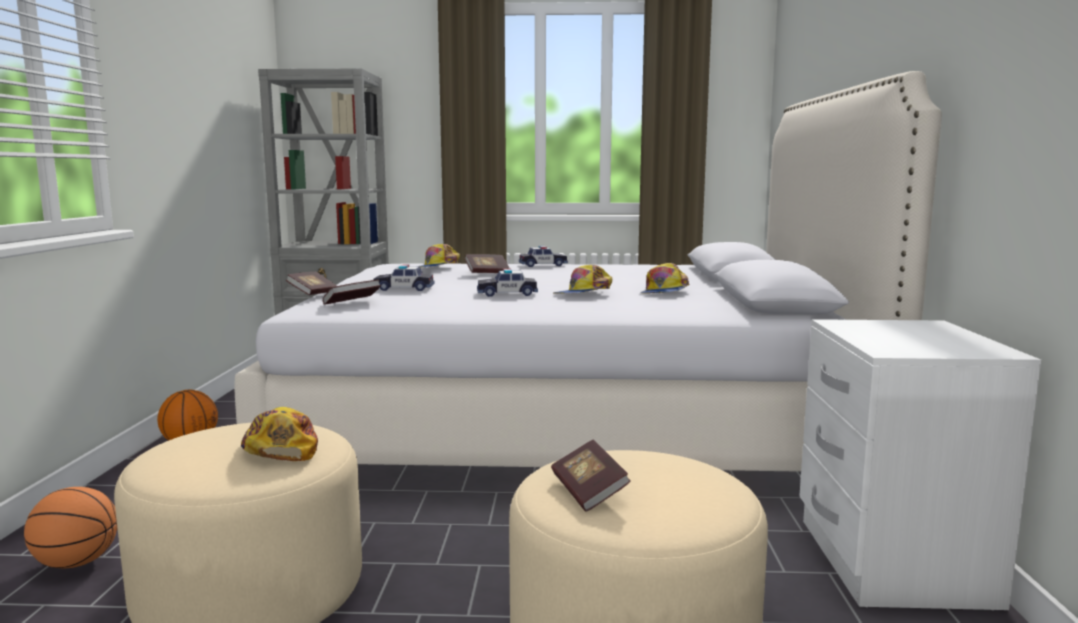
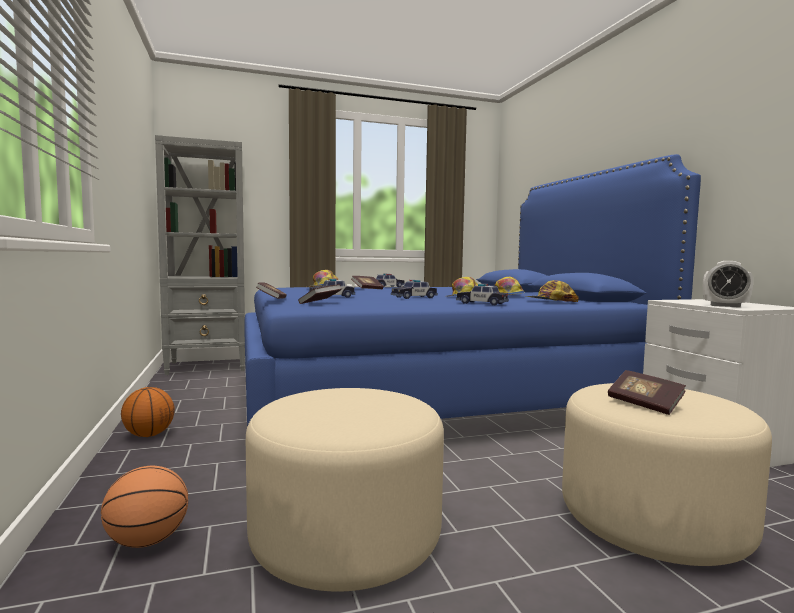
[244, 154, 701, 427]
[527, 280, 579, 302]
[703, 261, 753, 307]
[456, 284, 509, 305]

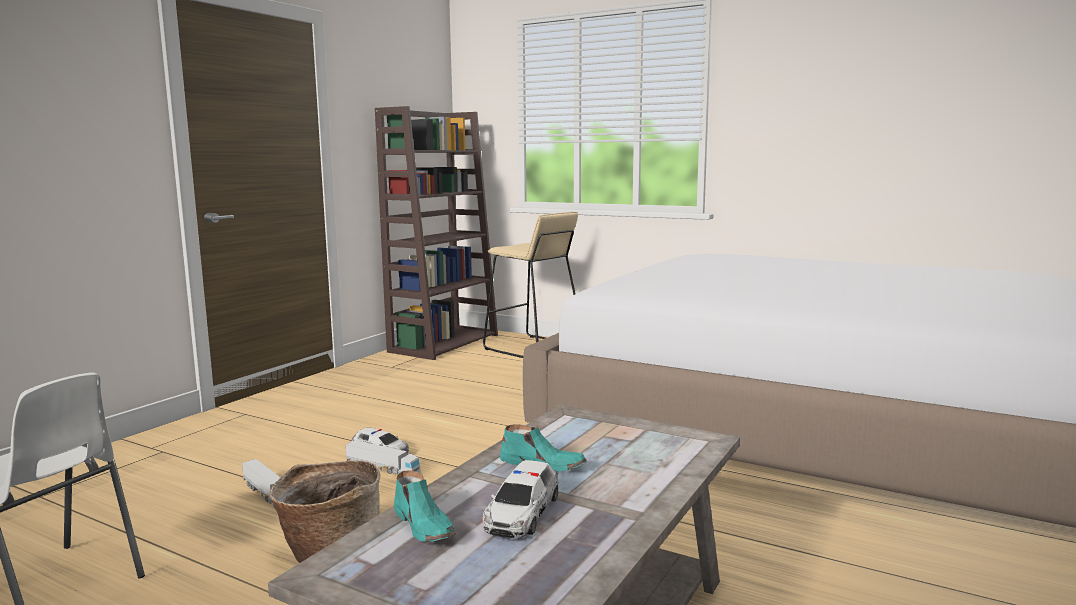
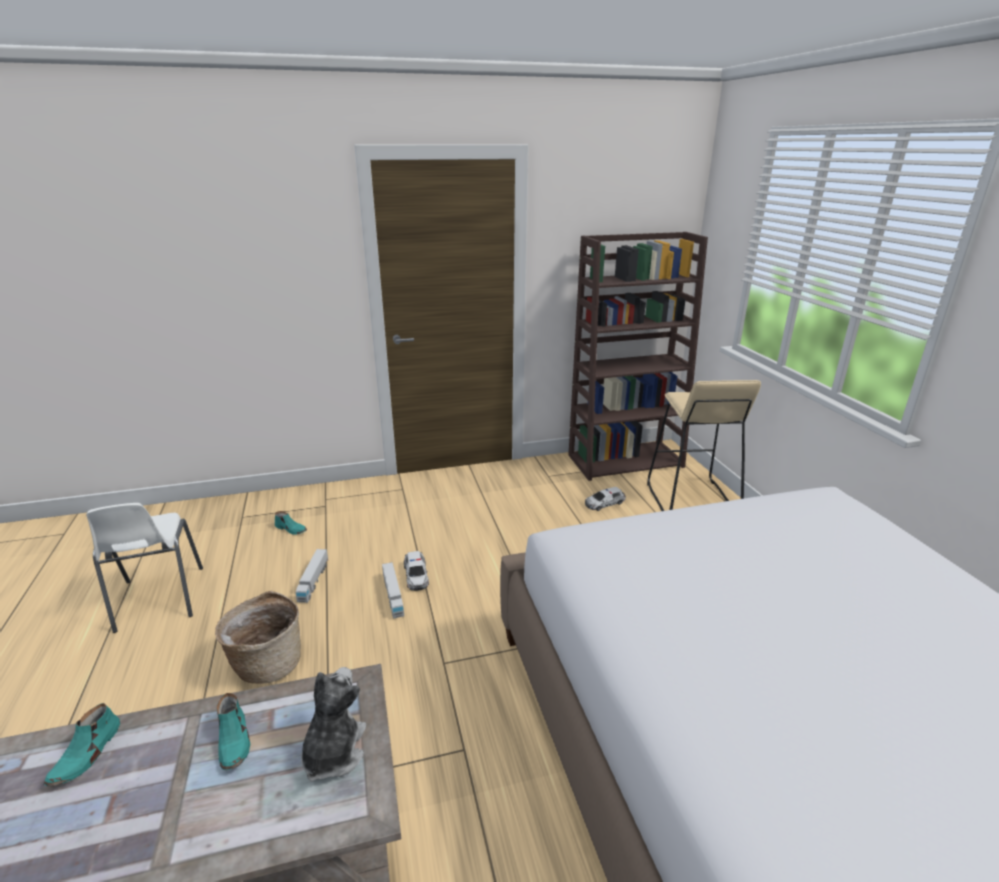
[585, 487, 626, 511]
[275, 511, 307, 535]
[301, 667, 366, 782]

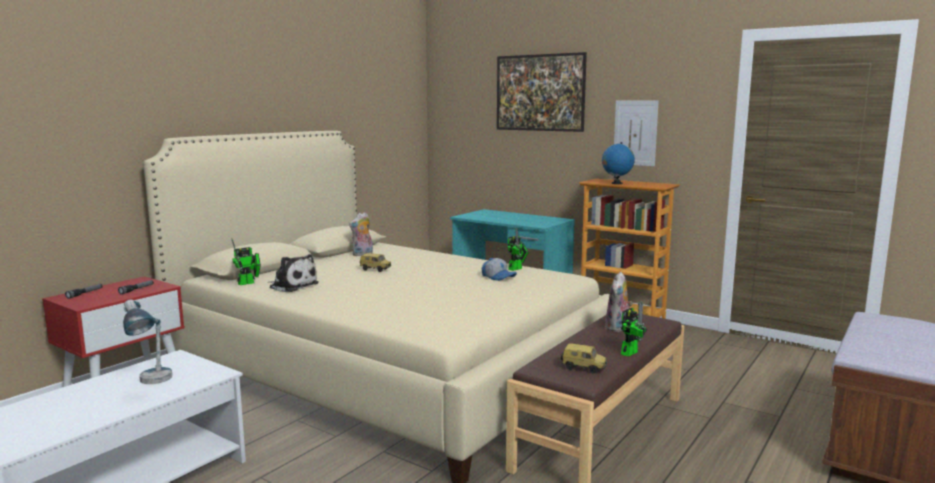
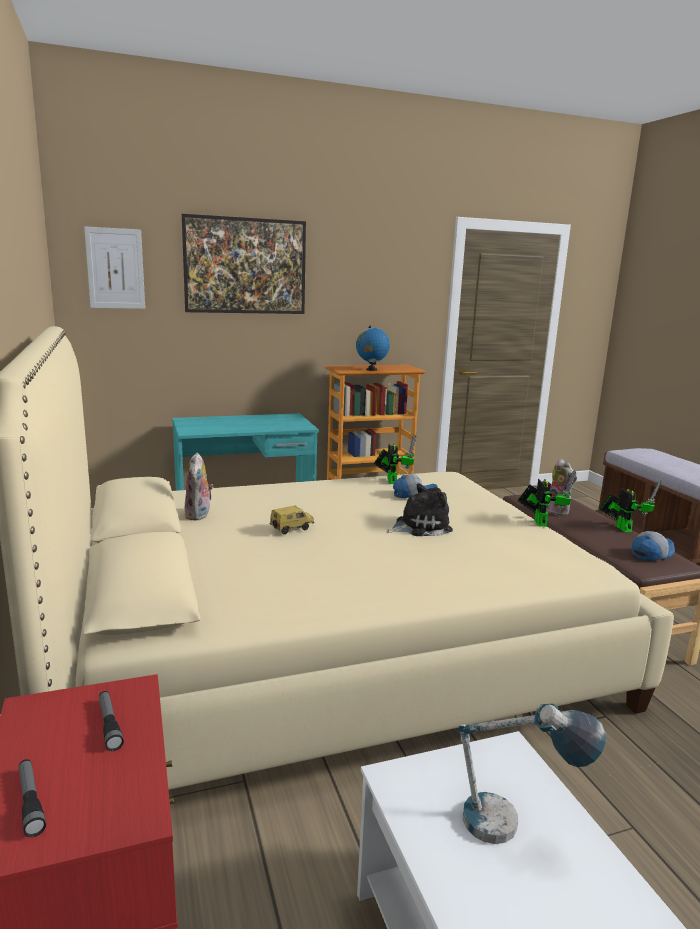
[84, 226, 145, 309]
[518, 470, 576, 527]
[386, 483, 453, 536]
[632, 531, 675, 561]

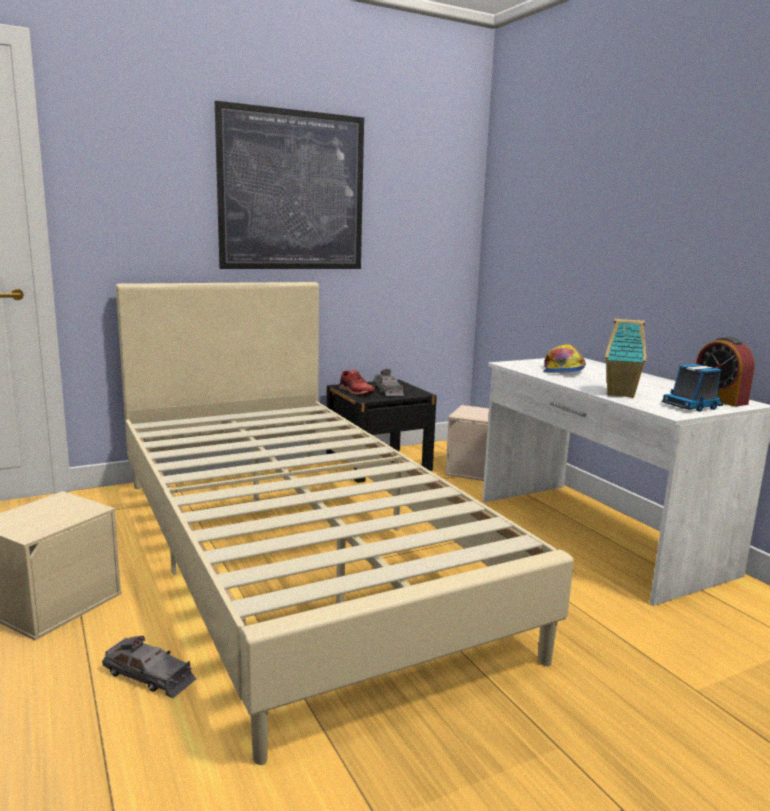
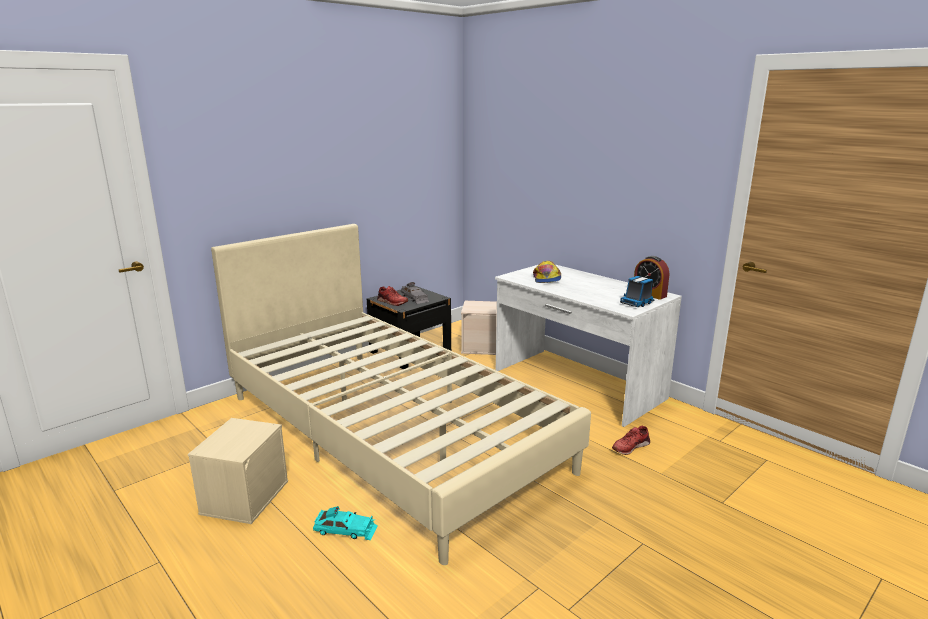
[215, 101, 364, 269] (first image)
[605, 319, 647, 398] (first image)
[313, 506, 377, 540]
[612, 426, 650, 455]

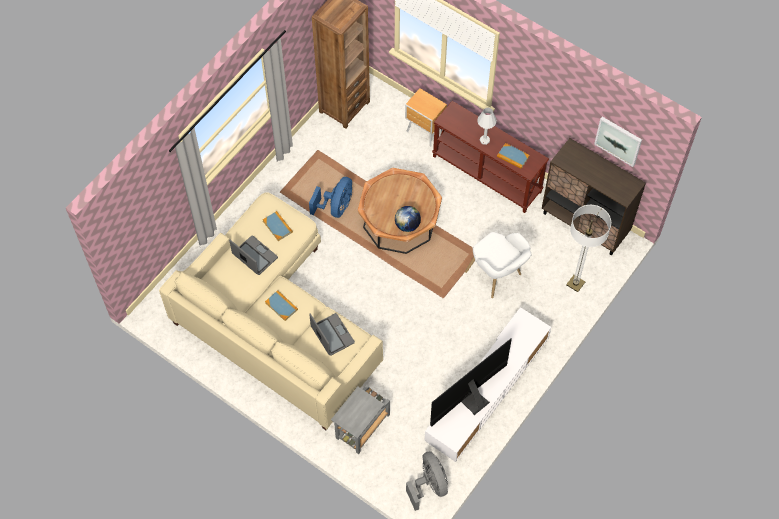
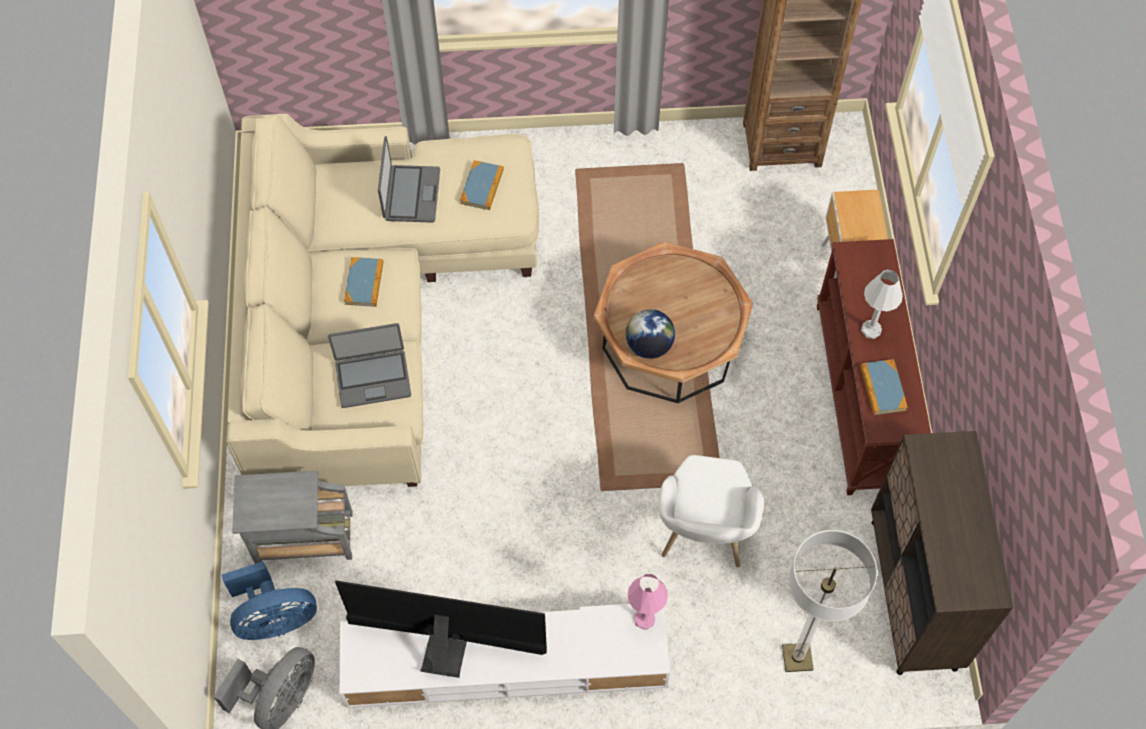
[594, 117, 642, 167] (first image)
[222, 561, 317, 640]
[328, 323, 411, 408]
[628, 574, 668, 630]

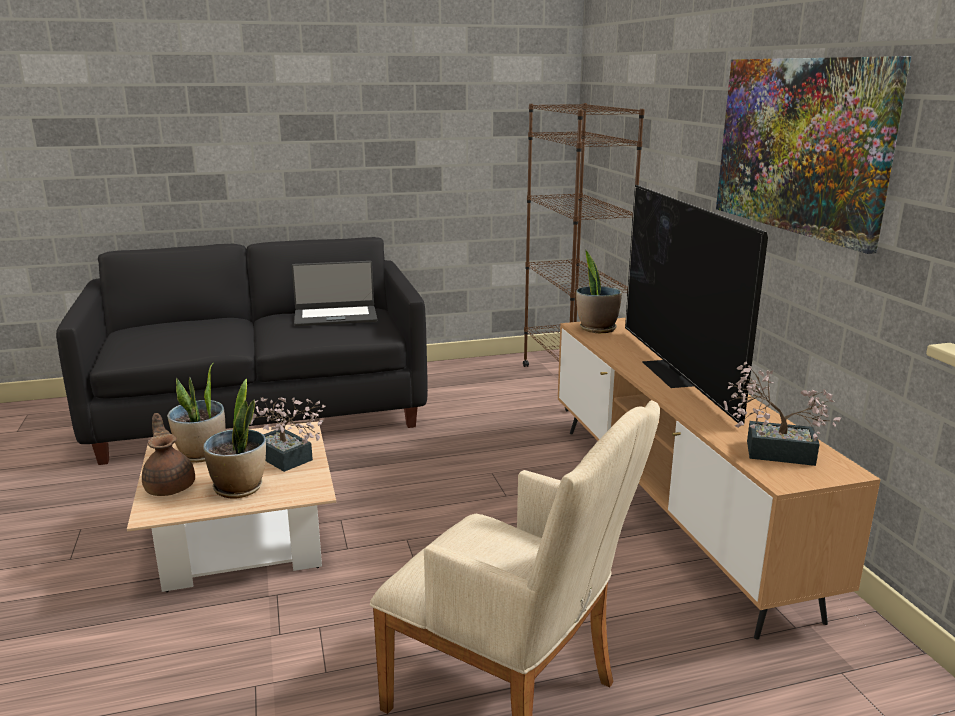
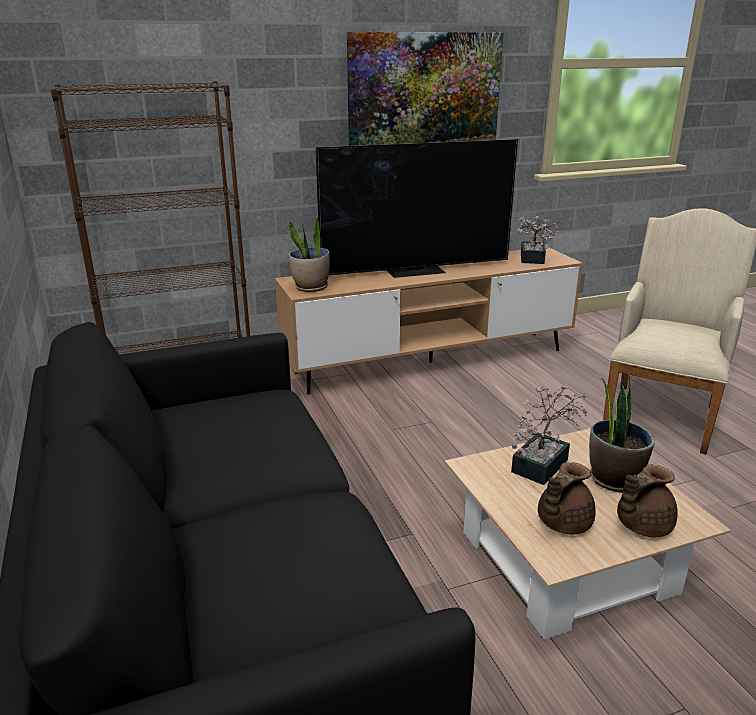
[292, 261, 377, 326] (first image)
[538, 462, 596, 535]

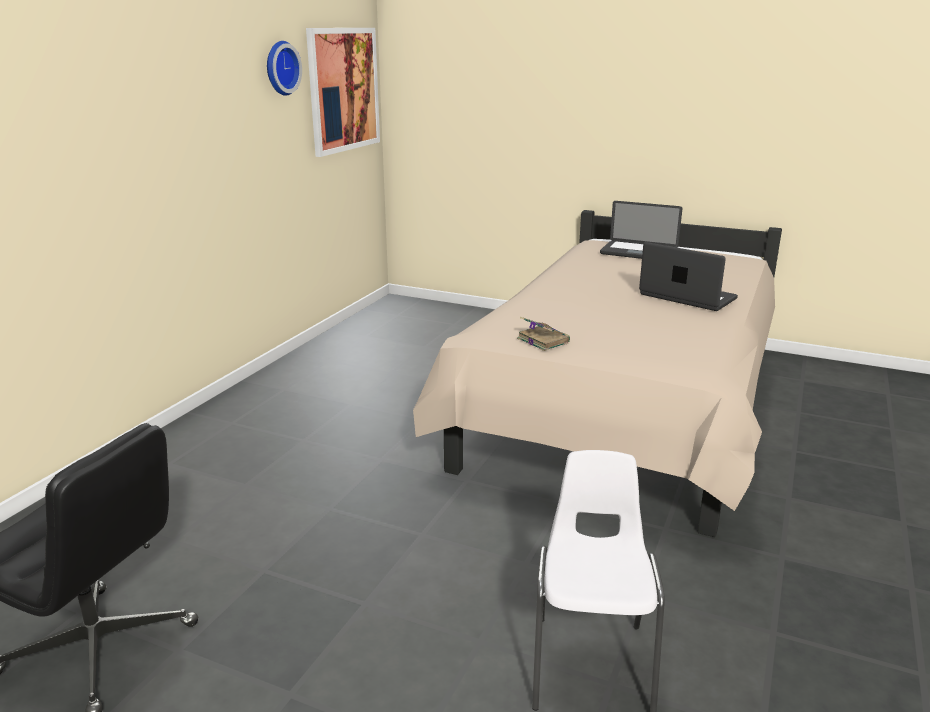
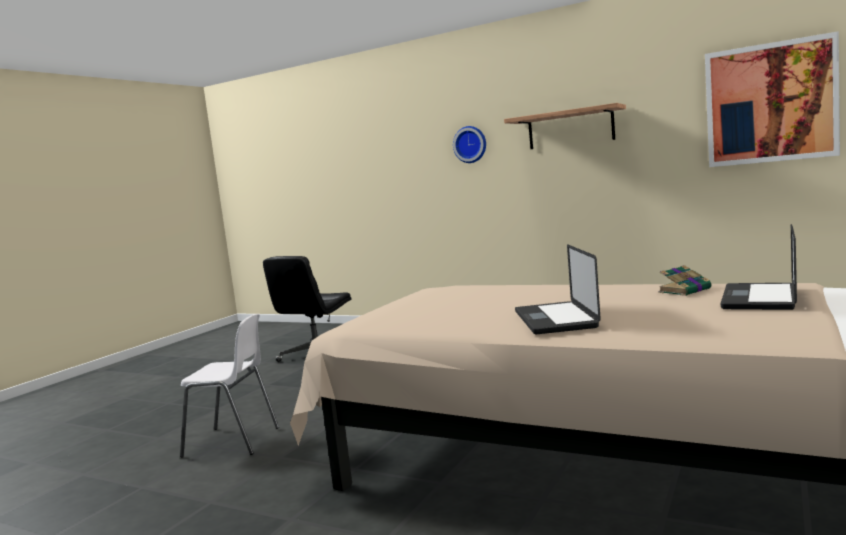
[453, 126, 486, 163]
[515, 244, 601, 334]
[658, 265, 711, 296]
[504, 103, 626, 149]

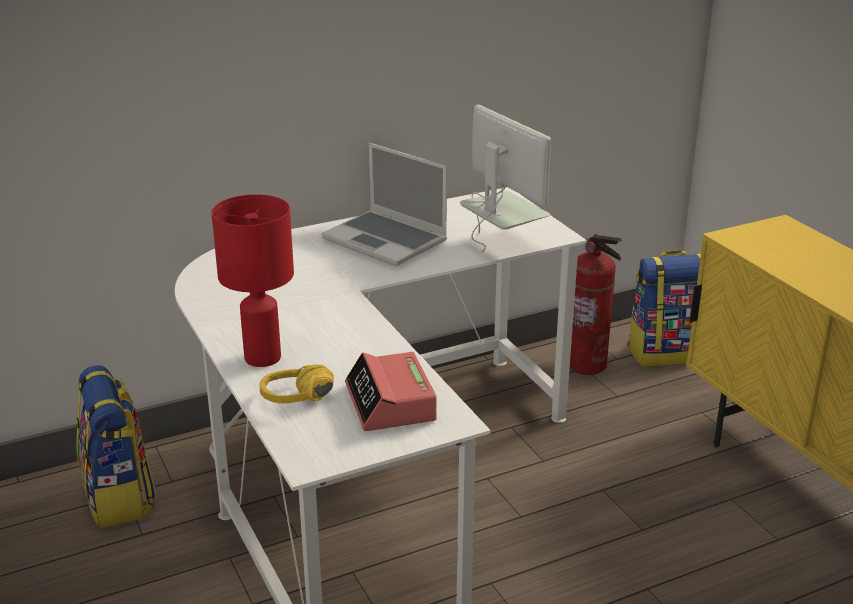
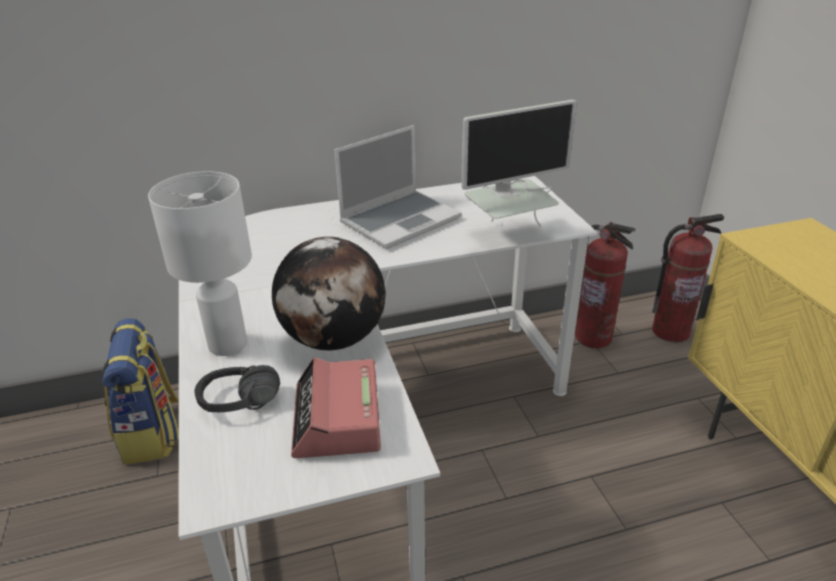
[462, 100, 577, 227]
[334, 125, 461, 249]
[148, 171, 252, 356]
[652, 214, 724, 342]
[194, 365, 280, 412]
[272, 237, 386, 350]

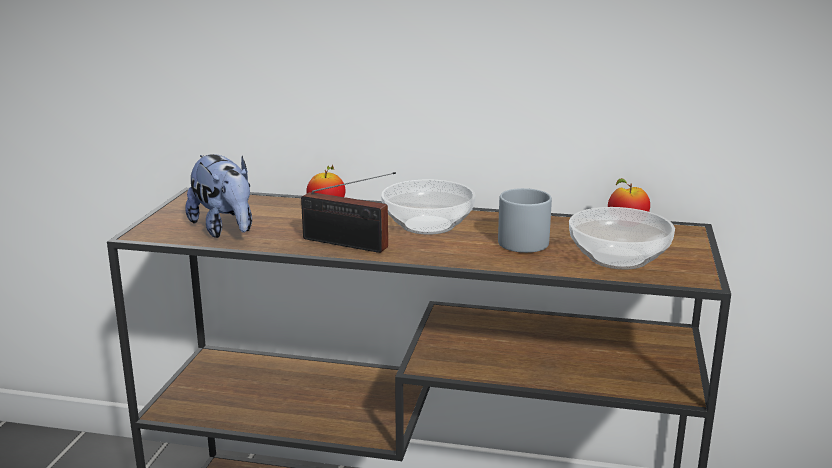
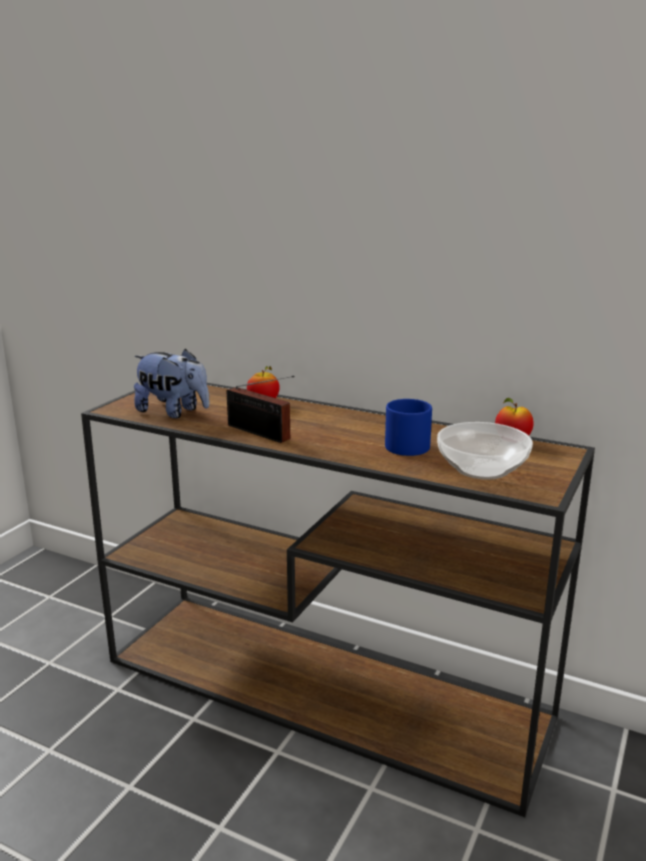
[134, 349, 210, 418]
[381, 180, 476, 235] (first image)
[385, 399, 432, 456]

